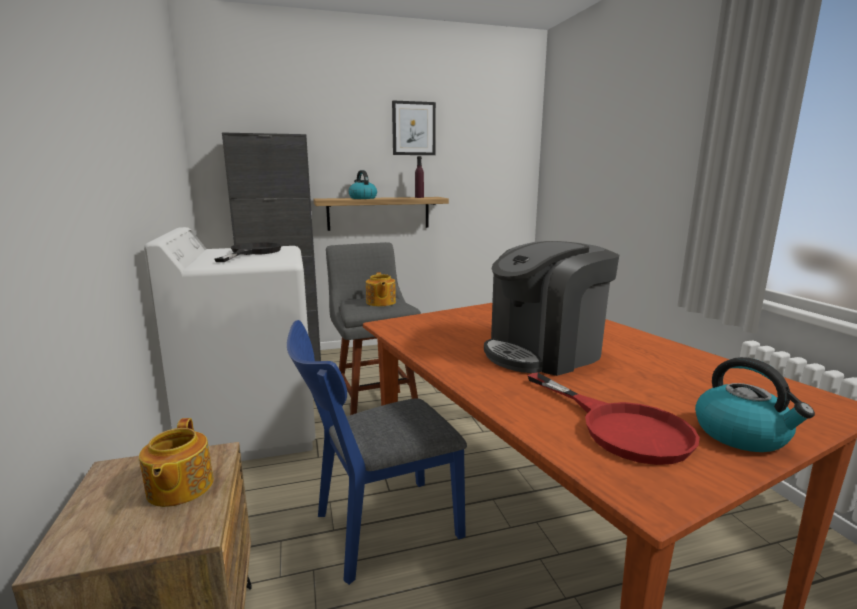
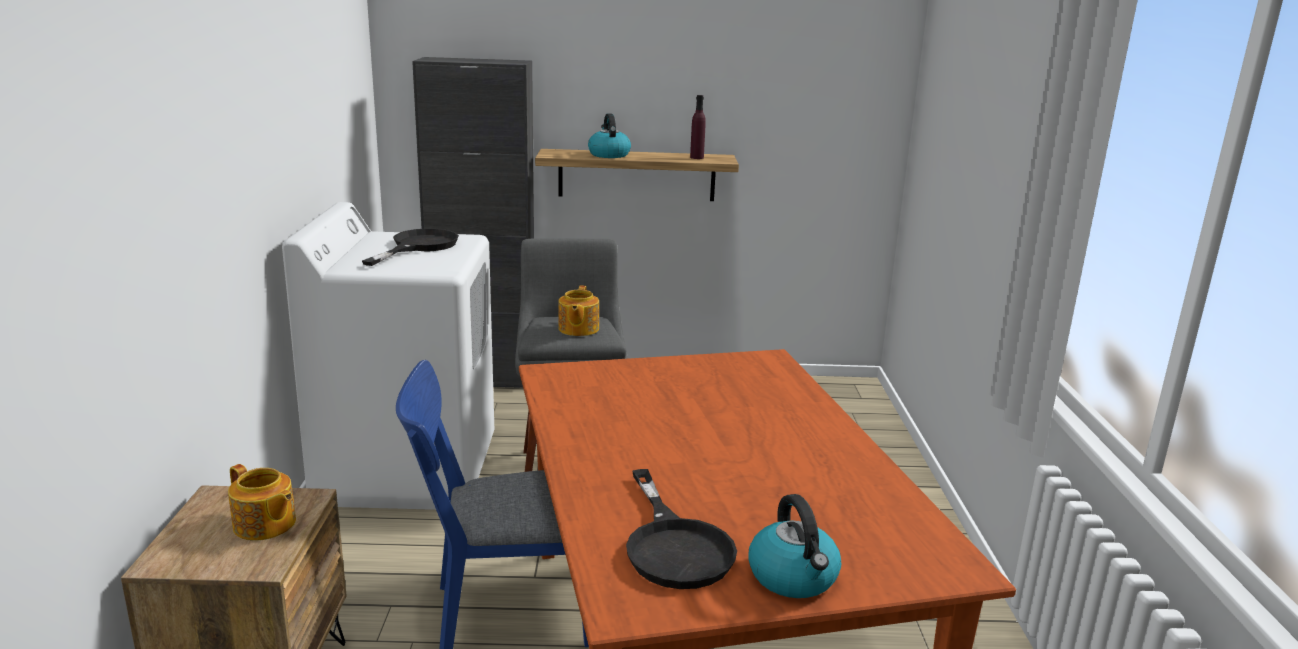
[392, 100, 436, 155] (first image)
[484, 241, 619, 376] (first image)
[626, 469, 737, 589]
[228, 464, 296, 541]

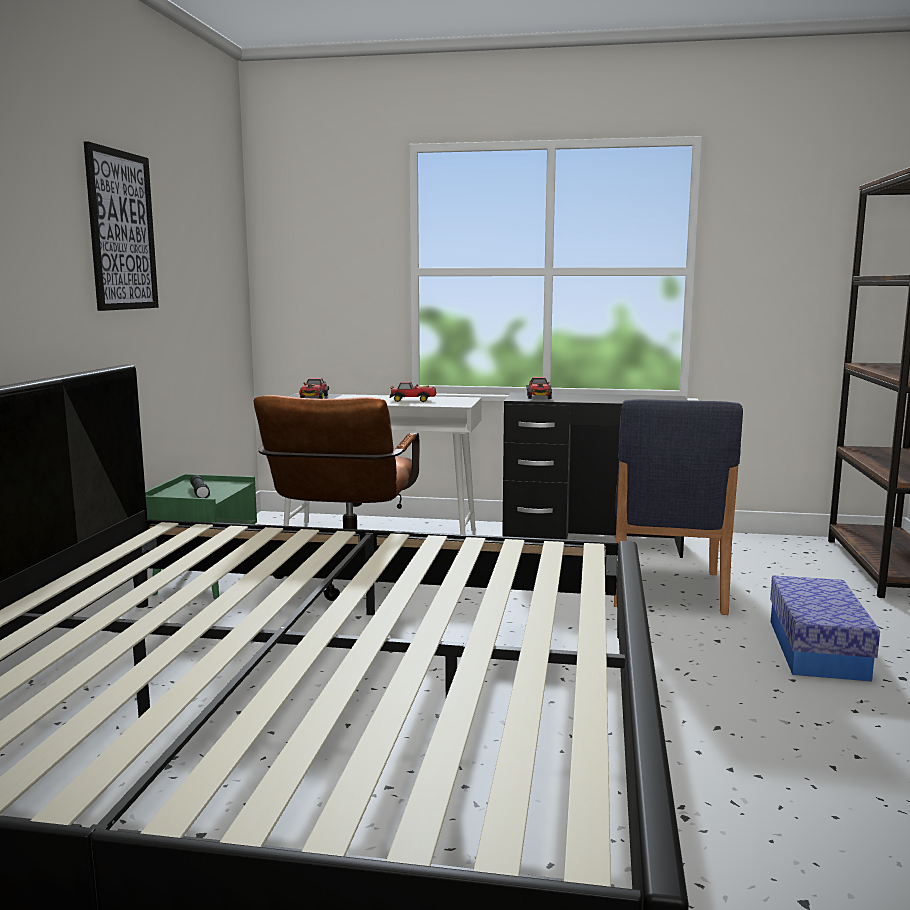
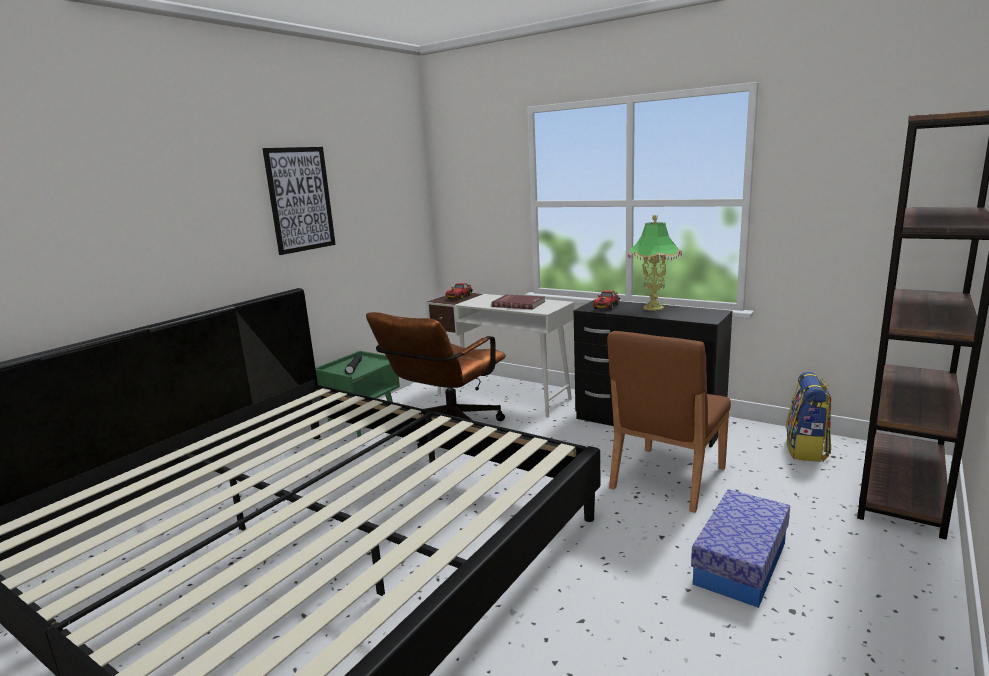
[491, 295, 545, 309]
[607, 331, 731, 513]
[628, 215, 682, 311]
[786, 372, 831, 462]

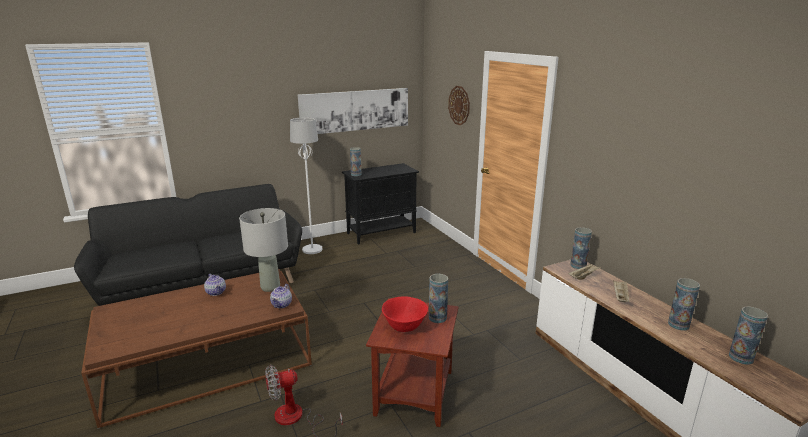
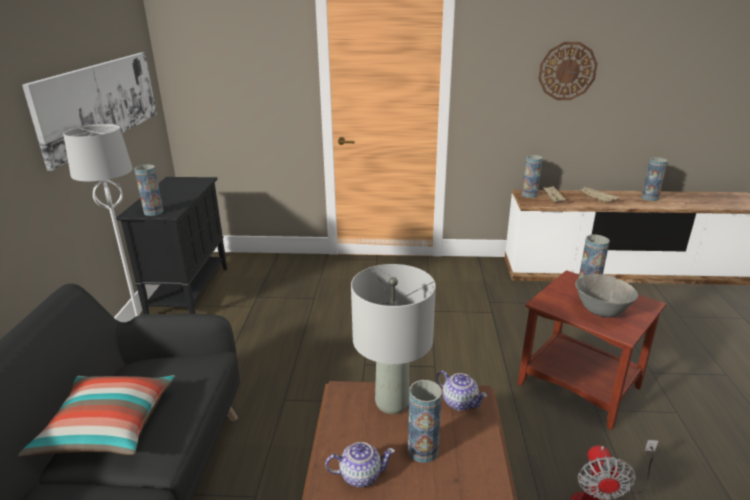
[539, 42, 598, 100]
[575, 274, 638, 317]
[408, 380, 442, 463]
[18, 375, 175, 457]

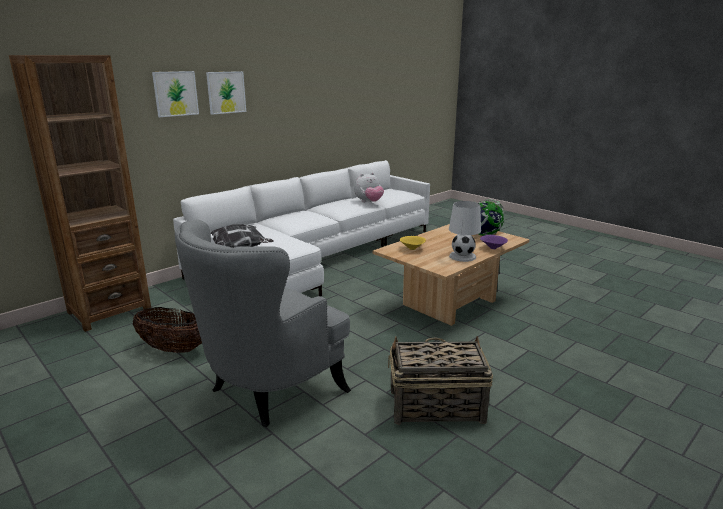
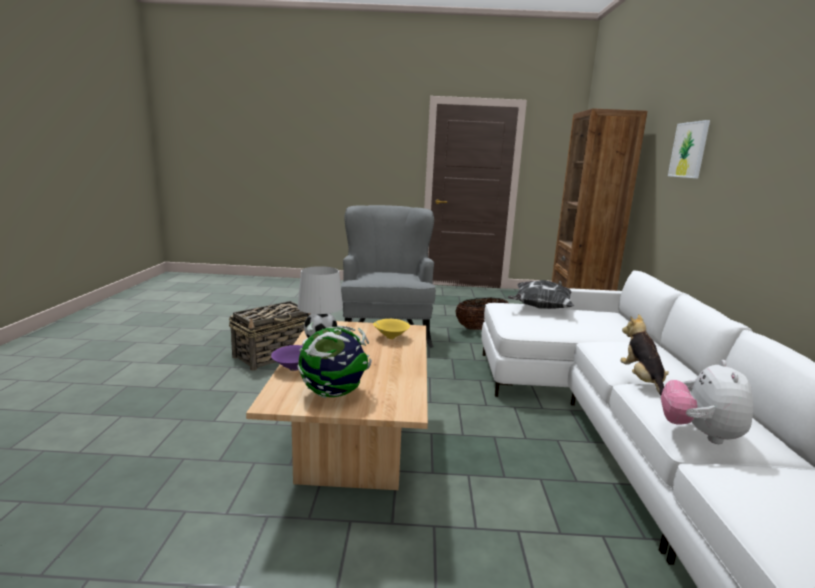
[206, 71, 246, 115] (first image)
[620, 314, 669, 396]

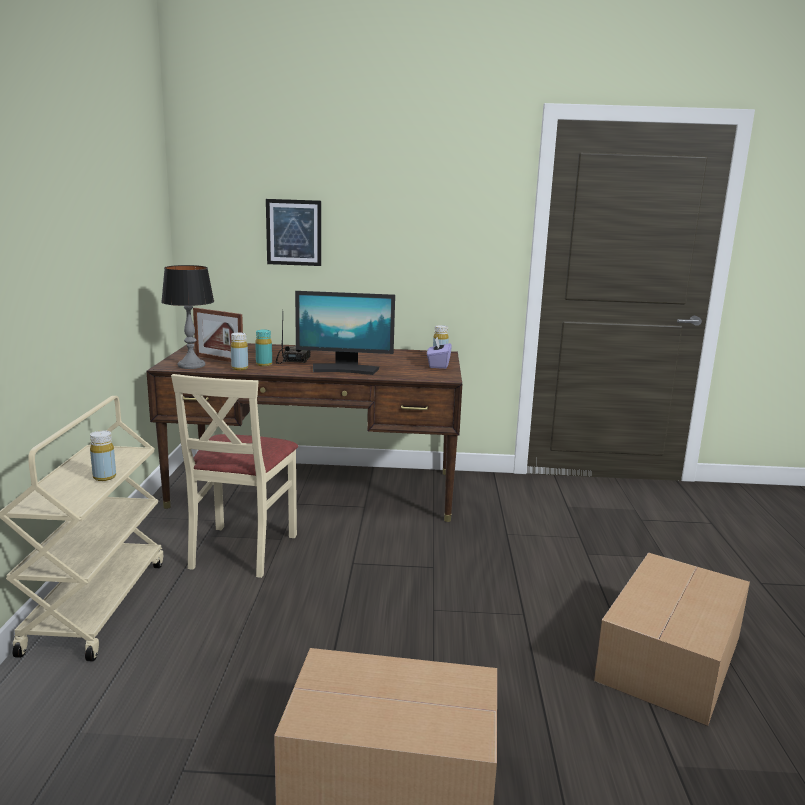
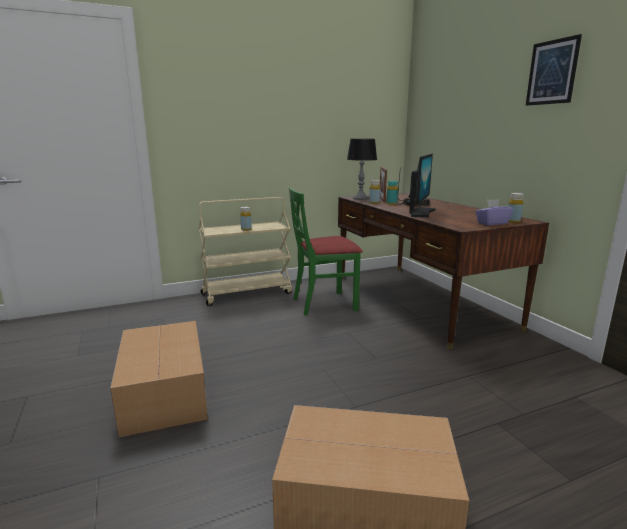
[526, 34, 582, 106]
[409, 154, 435, 217]
[289, 187, 363, 316]

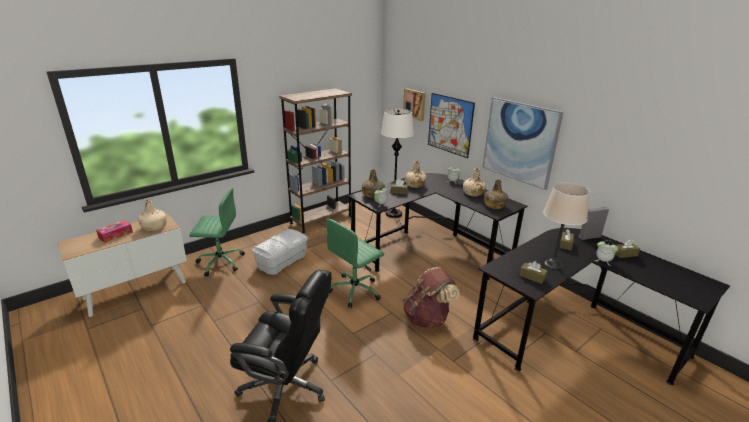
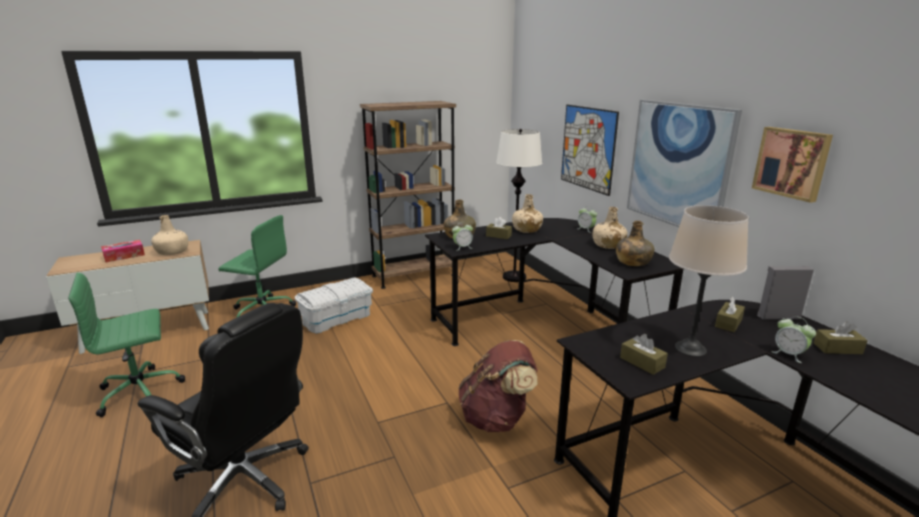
[752, 127, 833, 203]
[68, 272, 185, 417]

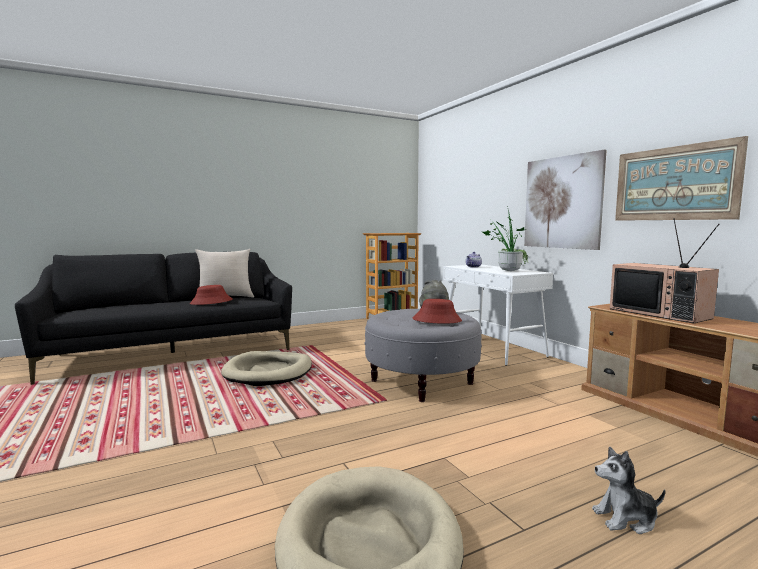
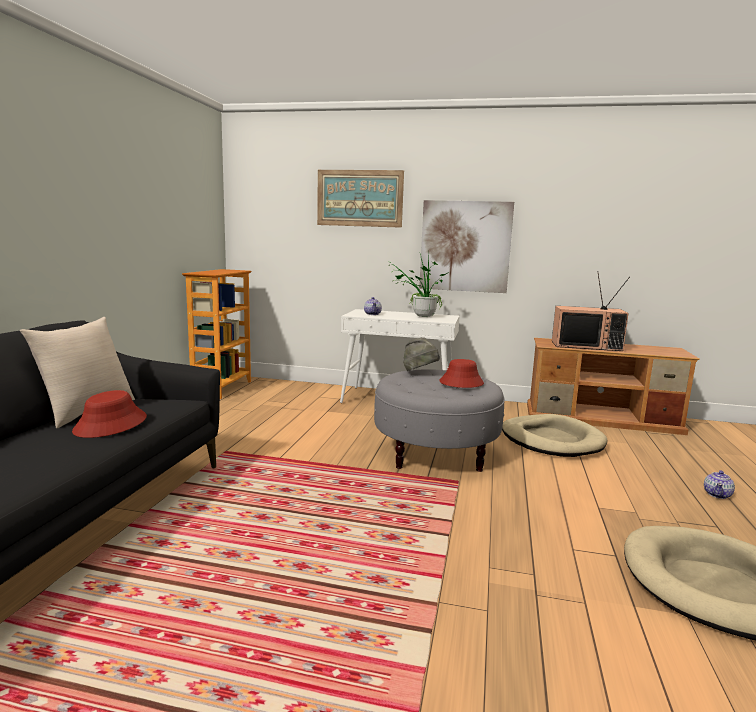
[317, 170, 404, 228]
[502, 414, 607, 457]
[704, 470, 735, 499]

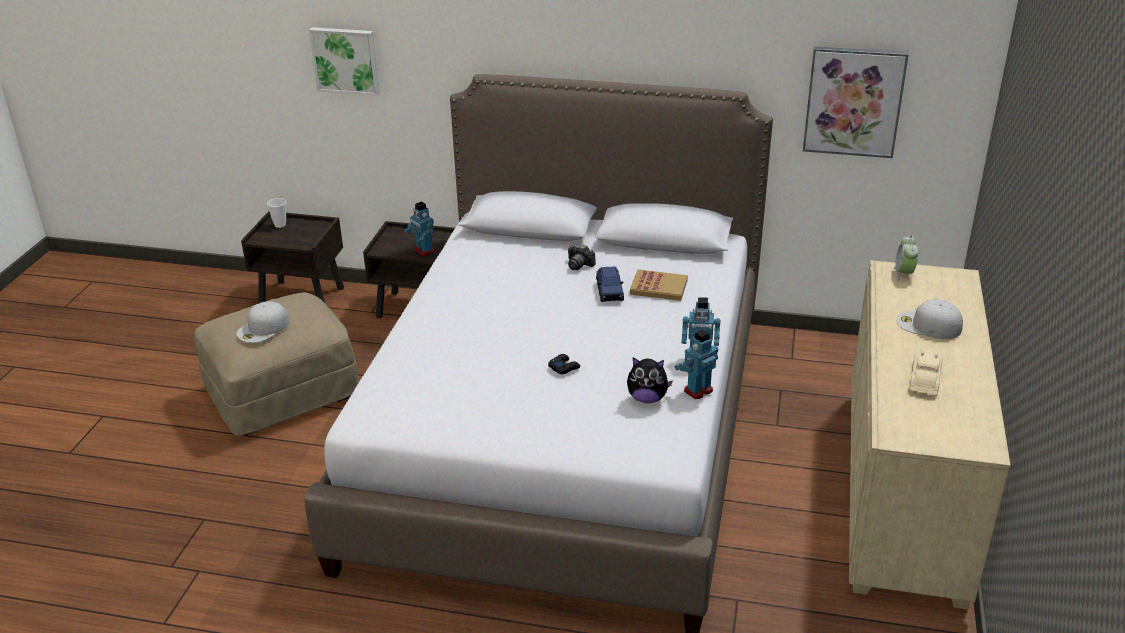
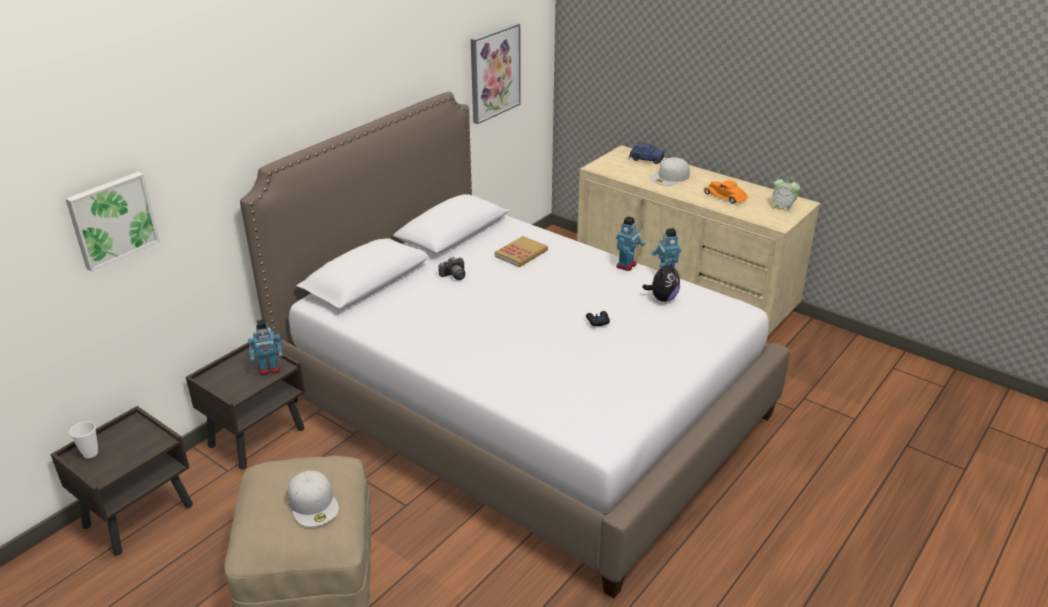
[770, 177, 800, 213]
[629, 142, 664, 164]
[704, 180, 748, 204]

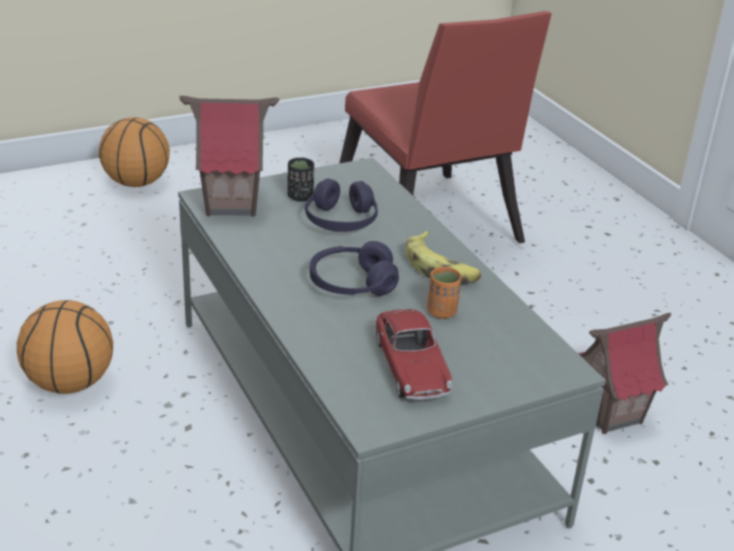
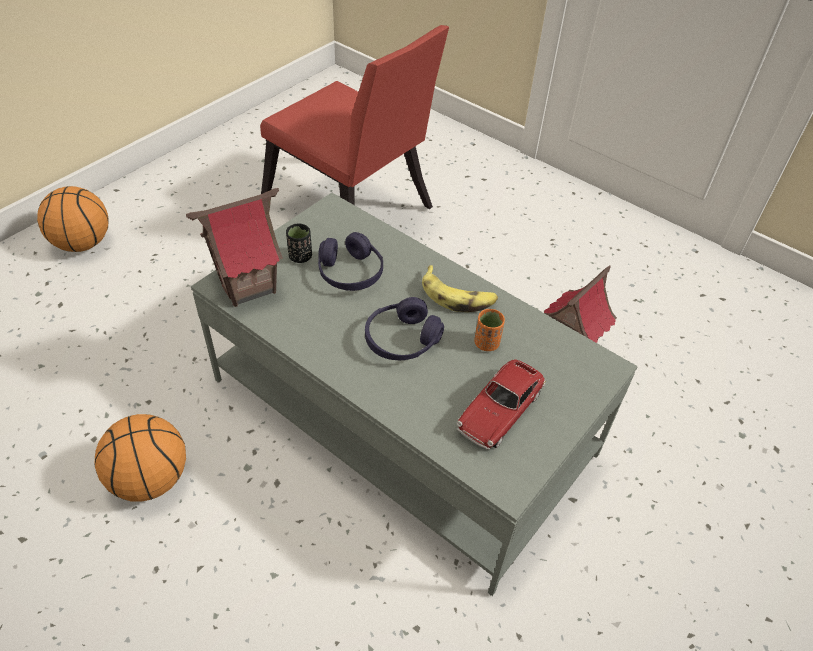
[457, 359, 545, 450]

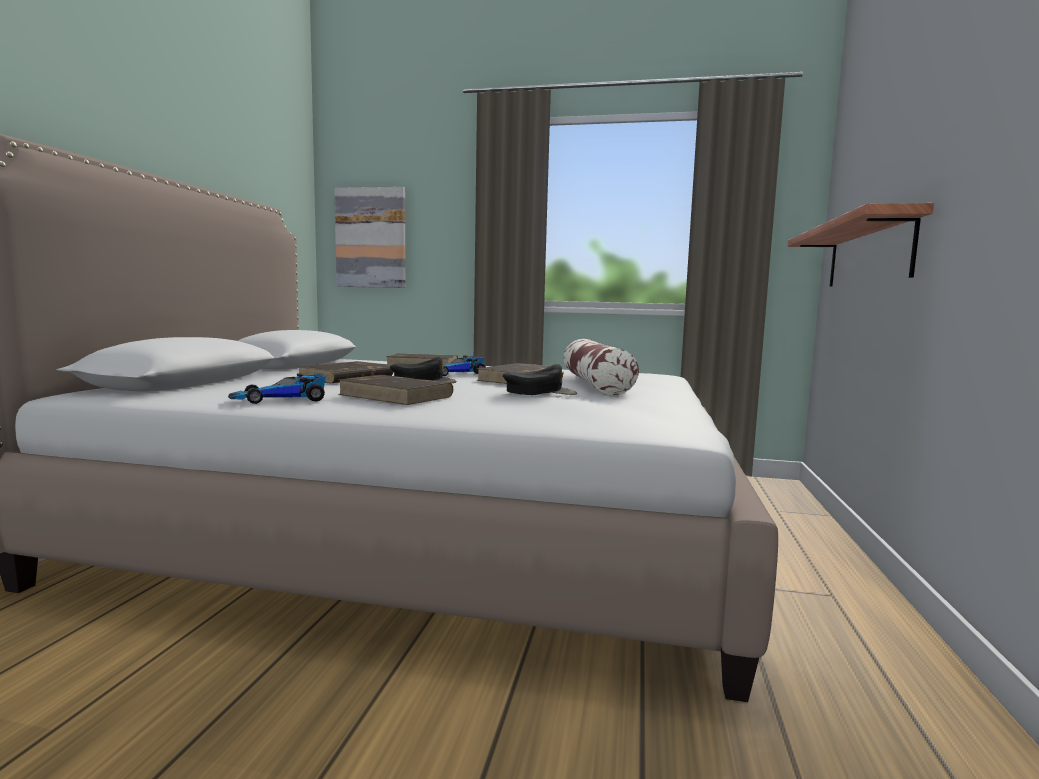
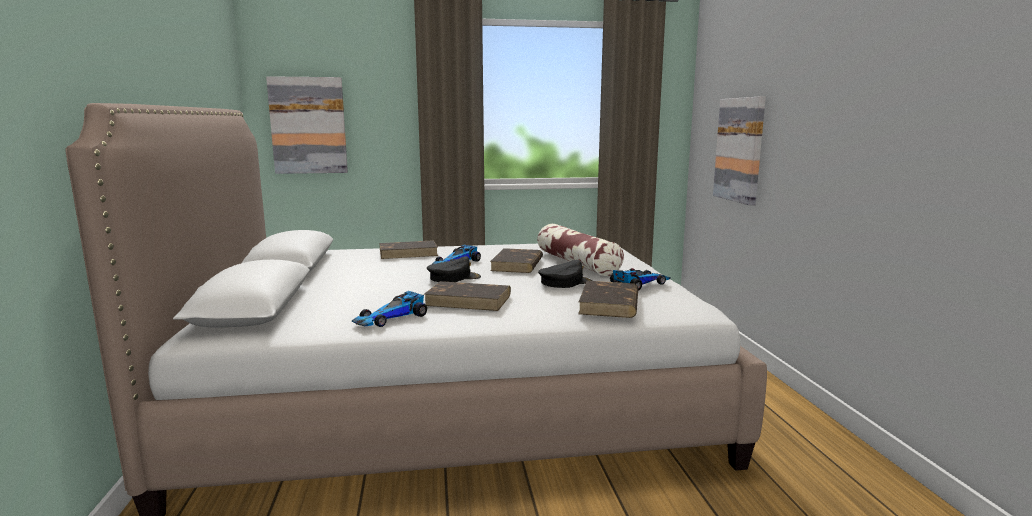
[713, 96, 766, 206]
[578, 281, 638, 318]
[610, 268, 671, 291]

